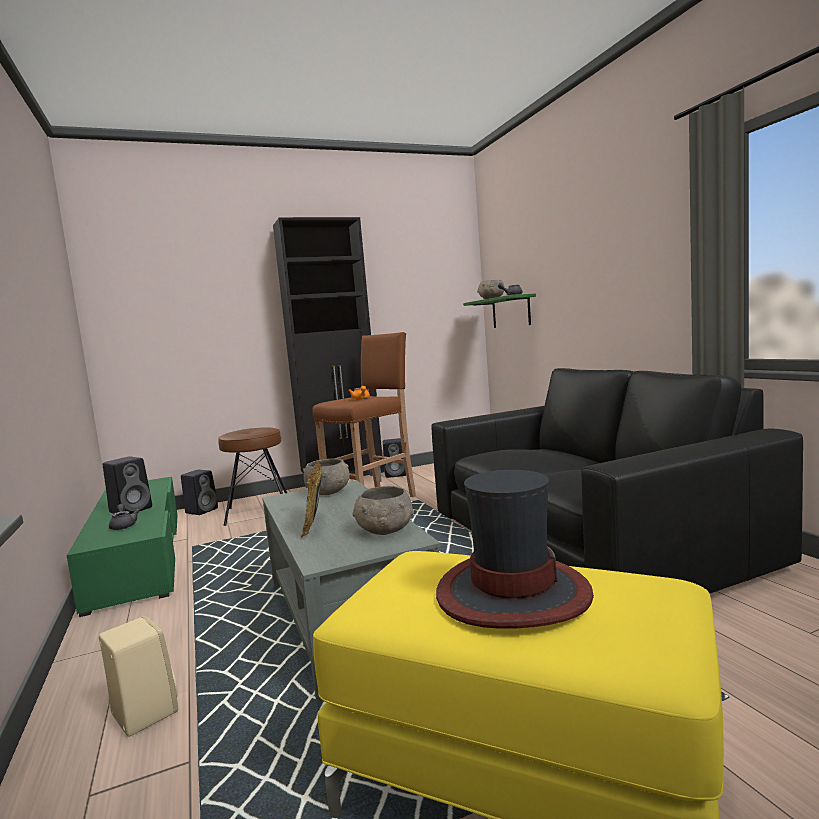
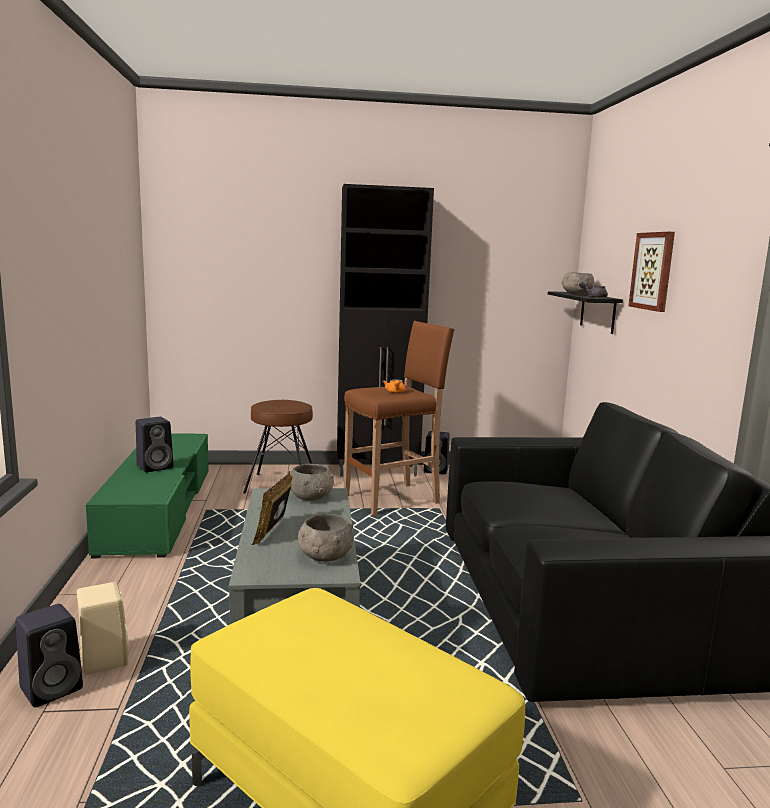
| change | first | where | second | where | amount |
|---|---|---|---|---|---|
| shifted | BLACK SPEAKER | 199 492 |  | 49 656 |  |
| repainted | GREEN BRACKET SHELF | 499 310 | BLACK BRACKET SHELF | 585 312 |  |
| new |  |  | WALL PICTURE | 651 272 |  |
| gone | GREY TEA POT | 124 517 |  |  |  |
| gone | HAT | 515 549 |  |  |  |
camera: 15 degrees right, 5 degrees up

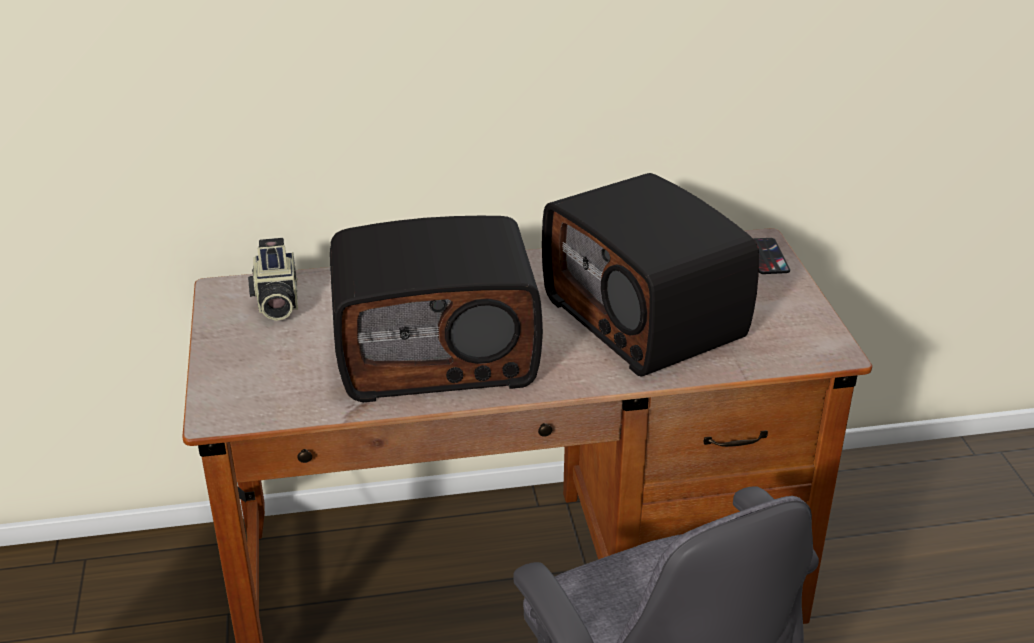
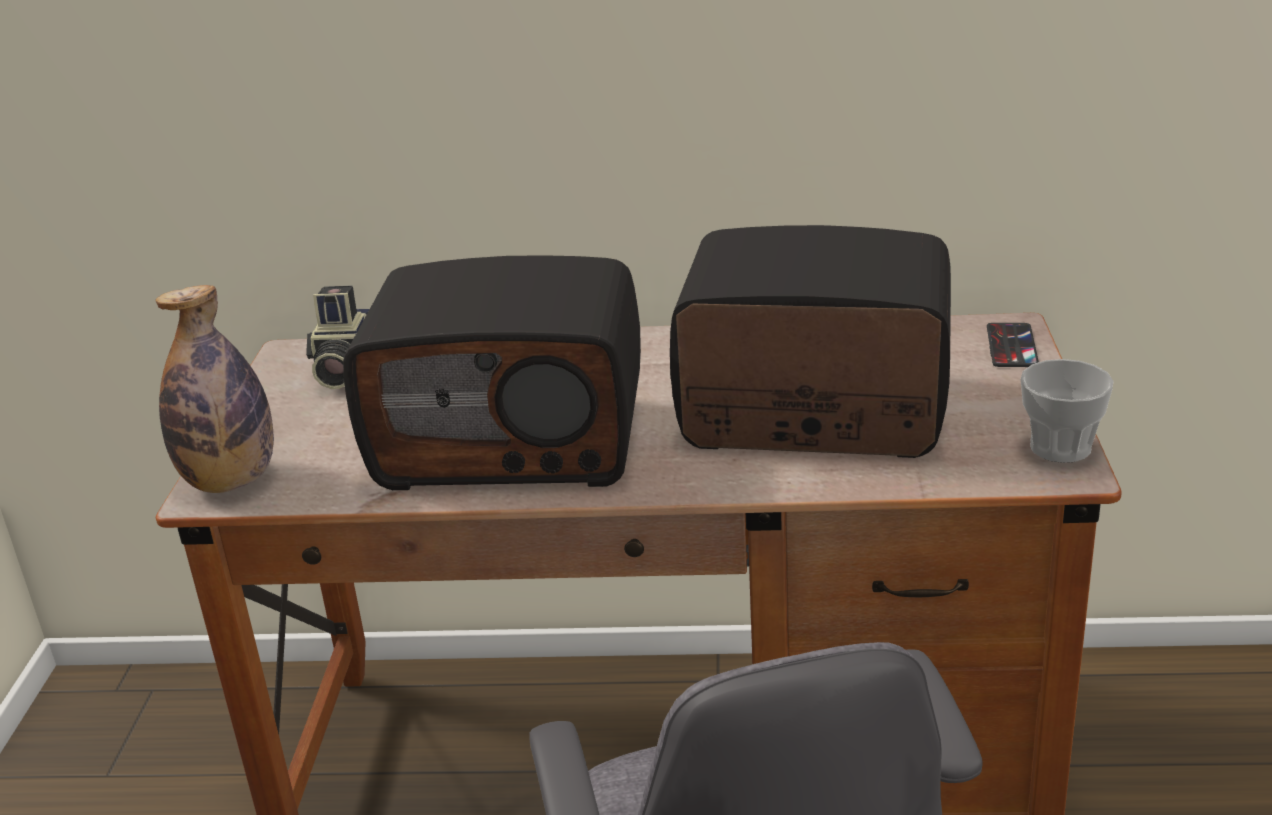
| change | first | where | second | where | amount |
|---|---|---|---|---|---|
| new |  |  | BEVERAGE BOTTLE | 214 389 |  |
| rotated | RADIO | 650 275 |  | 810 341 | 120 degrees clockwise |
| new |  |  | DRINKING CUP | 1067 411 |  |
camera: 15 degrees right, 5 degrees down

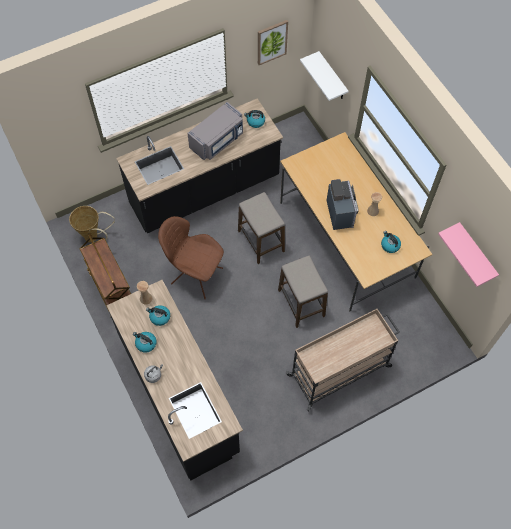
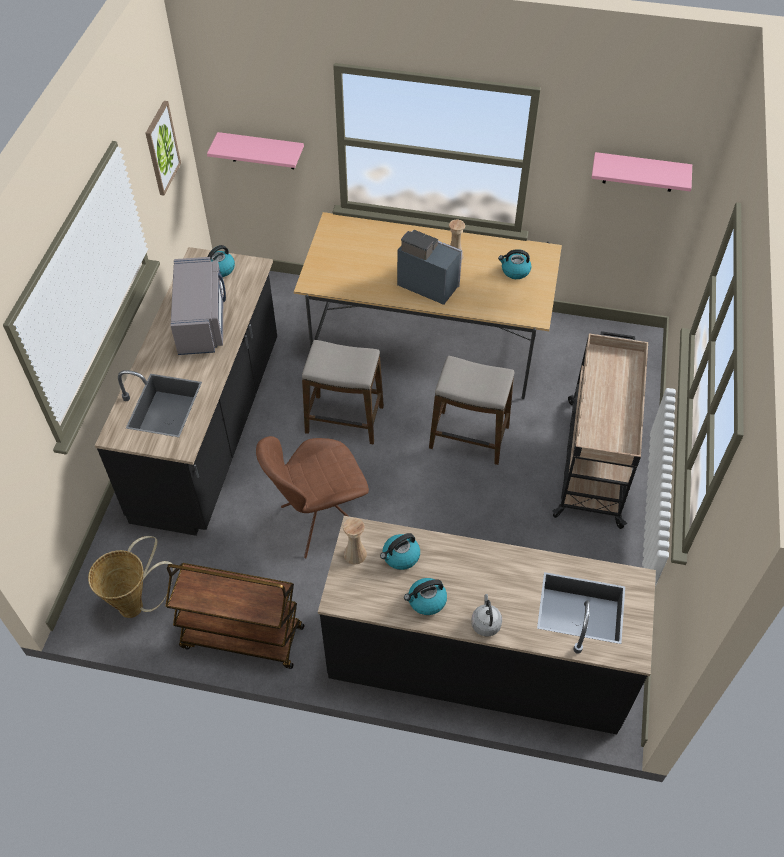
| change | first | where | second | where | amount |
|---|---|---|---|---|---|
| repainted | WHITE BRACKET SHELF | 324 76 | PINK BRACKET SHELF | 255 150 |  |
camera: 50 degrees left, 10 degrees down

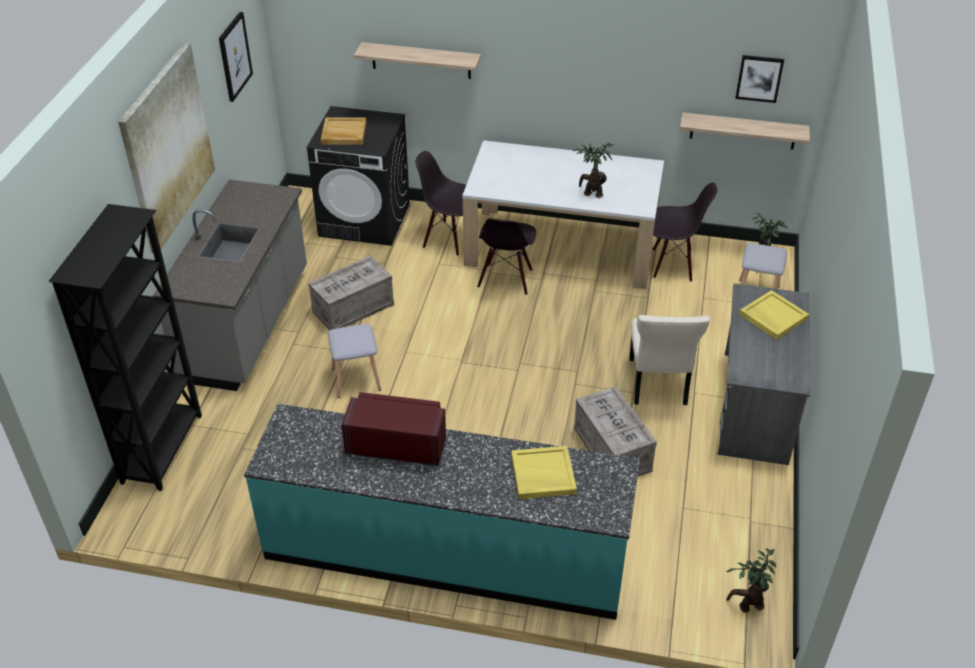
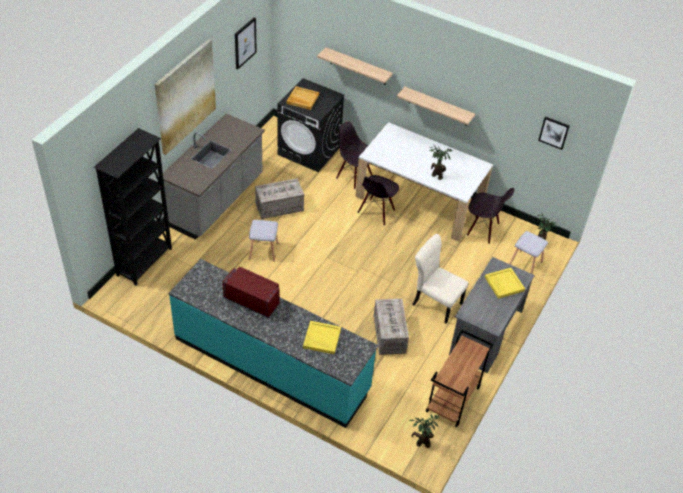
| change | first | where | second | where | amount |
|---|---|---|---|---|---|
| shifted | BRACKET SHELF | 745 131 |  | 436 106 |  |
| rotated | BEIGE-COLOURED UPRIGHT CHAIR | 669 360 |  | 440 279 | 105 degrees clockwise |
| new |  |  | BROWNISH WHEELED CART | 460 378 |  |
camera: 15 degrees right, 5 degrees up

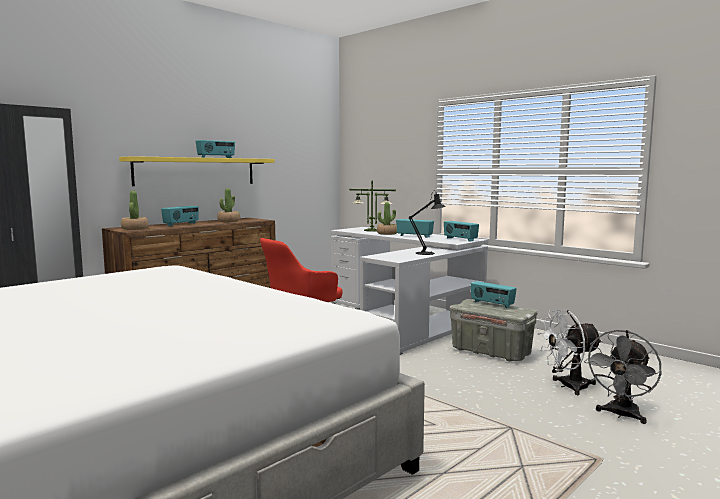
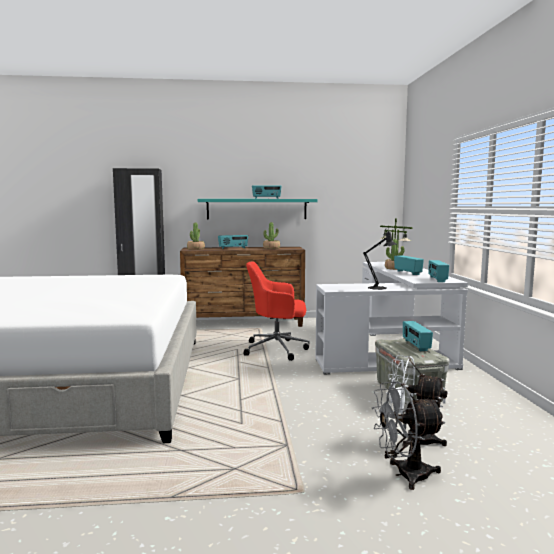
| change | first | where | second | where | amount |
|---|---|---|---|---|---|
| repainted | YELLOWISH BRACKET SHELF | 197 171 | TURQUOISE BRACKET SHELF | 258 209 |  |
camera: 40 degrees right, 0 degrees up

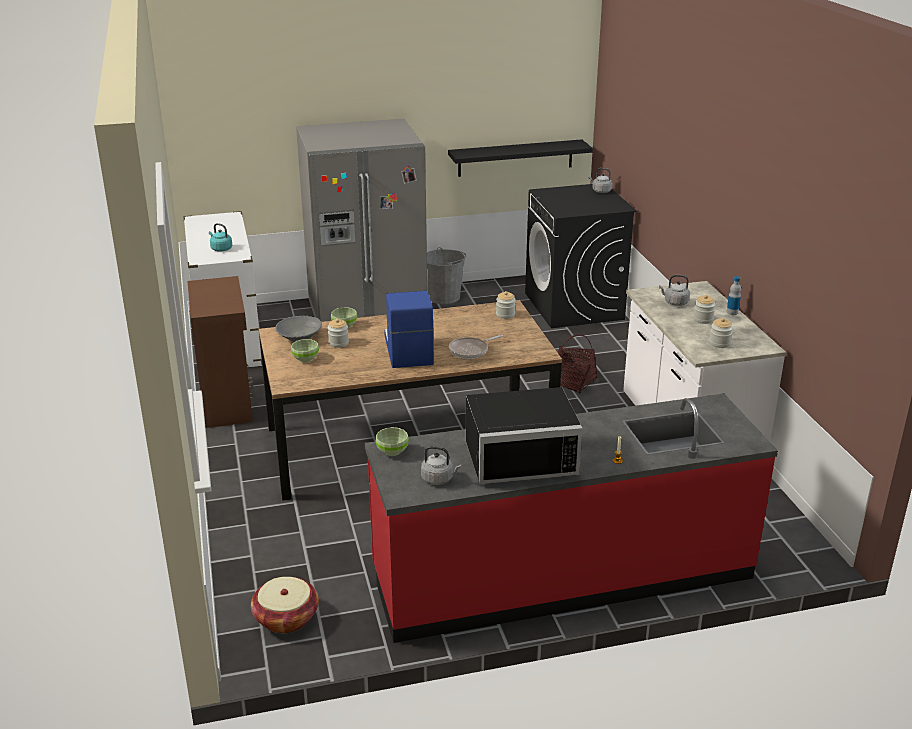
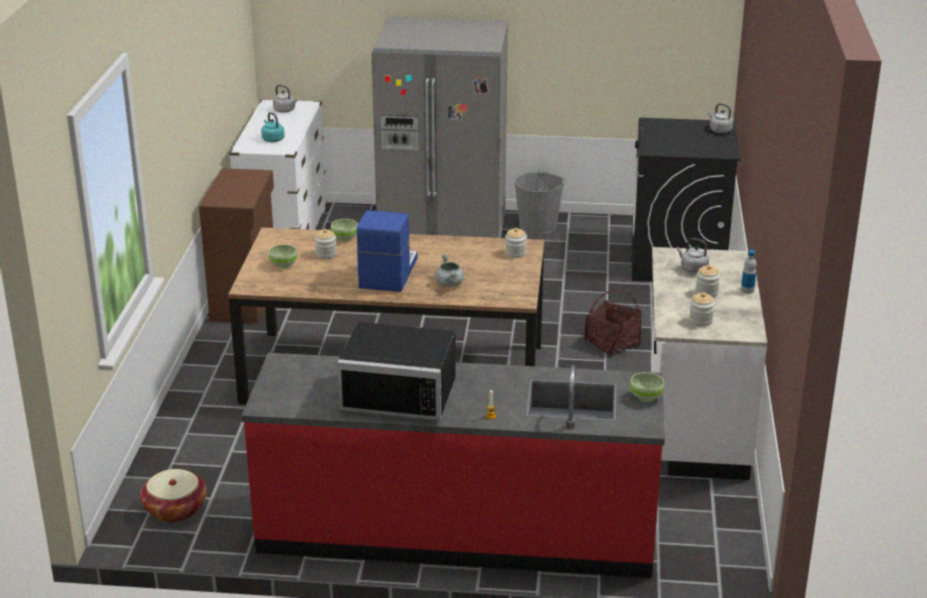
| change | first | where | second | where | amount |
|---|---|---|---|---|---|
| shifted | GREY TEA KETTLE | 441 465 |  | 285 98 |  |
| swapped | PAN | 476 347 | GREY SAUCEPOT | 449 270 |  |
| shifted | GREEN DEEP DISH | 392 441 |  | 647 387 |  |
| gone | GREY DEEP DISH | 298 329 |  |  |  |
| gone | BLACK BRACKET SHELF | 520 158 |  |  |  |
camera: 20 degrees right, 0 degrees up

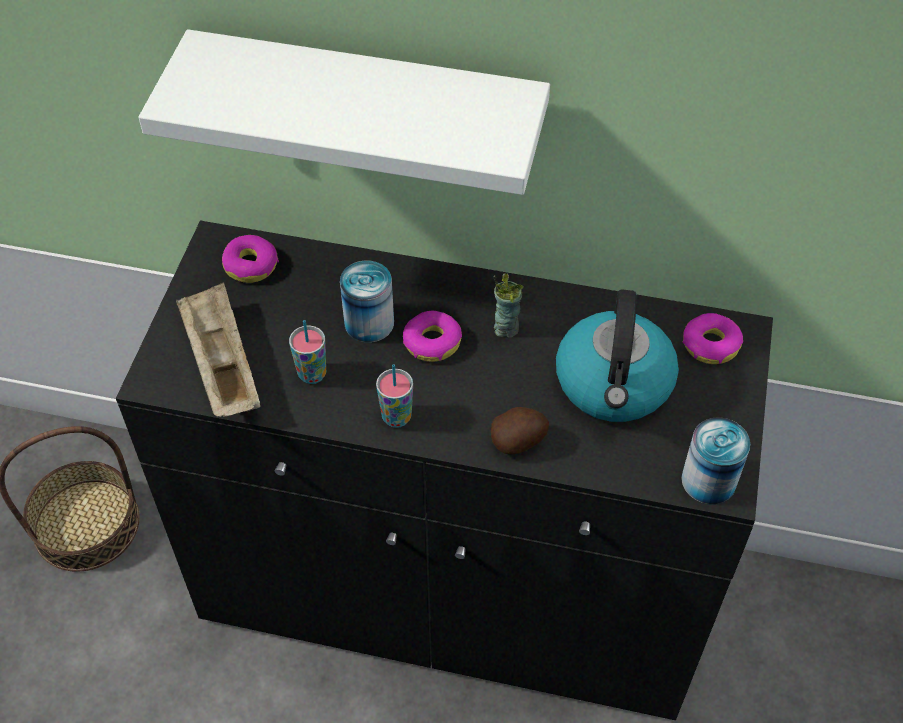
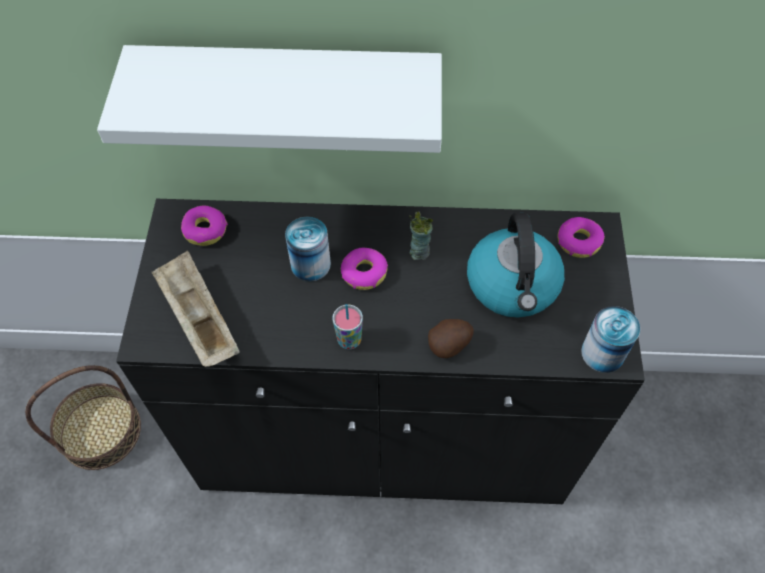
| change | first | where | second | where | amount |
|---|---|---|---|---|---|
| gone | DRINKING CUP | 307 352 |  |  |  |
camera: 10 degrees left, 5 degrees up

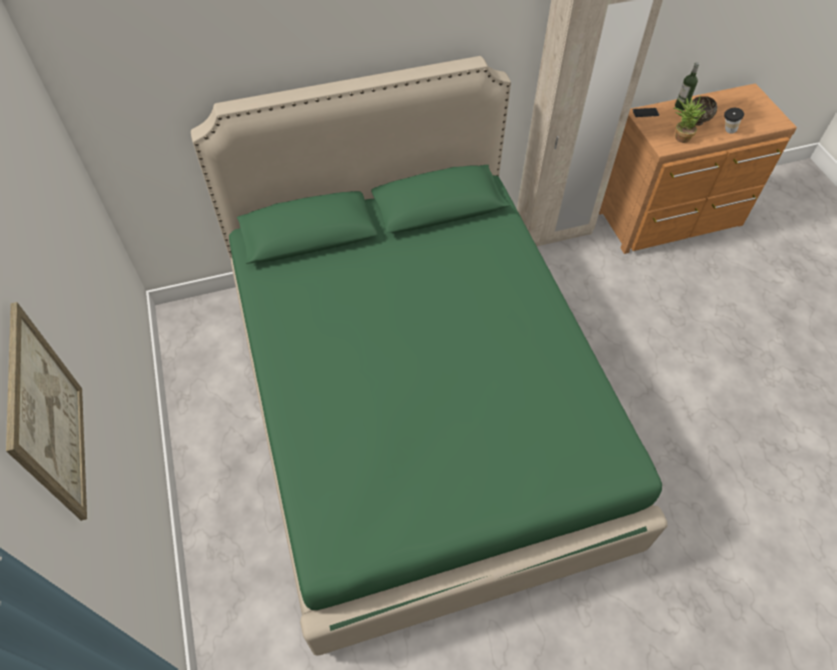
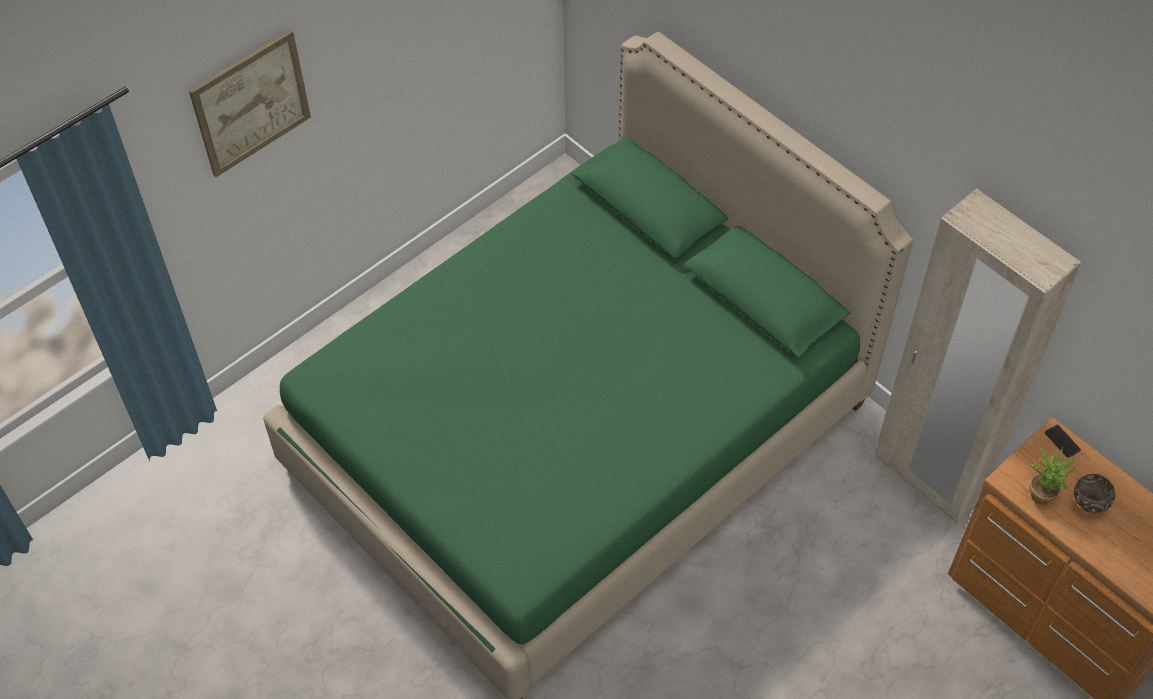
| change | first | where | second | where | amount |
|---|---|---|---|---|---|
| gone | BEVERAGE BOTTLE | 687 86 |  |  |  |
| gone | DRINKING CUP | 734 121 |  |  |  |
camera: 65 degrees right, 0 degrees up

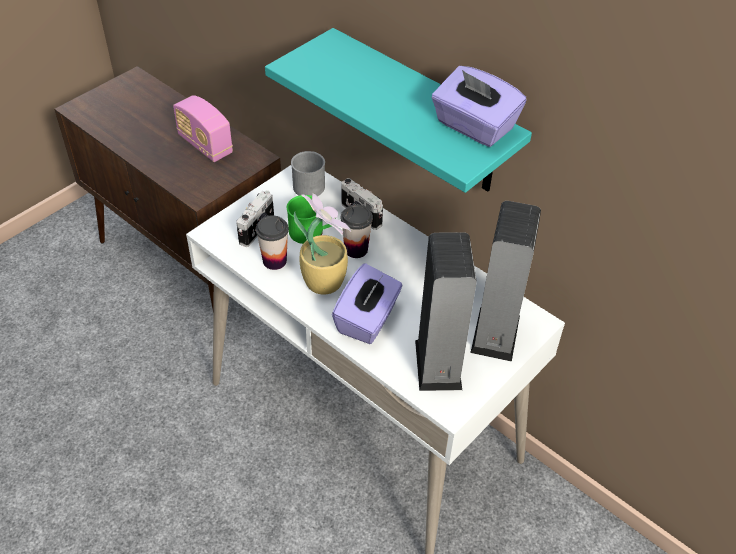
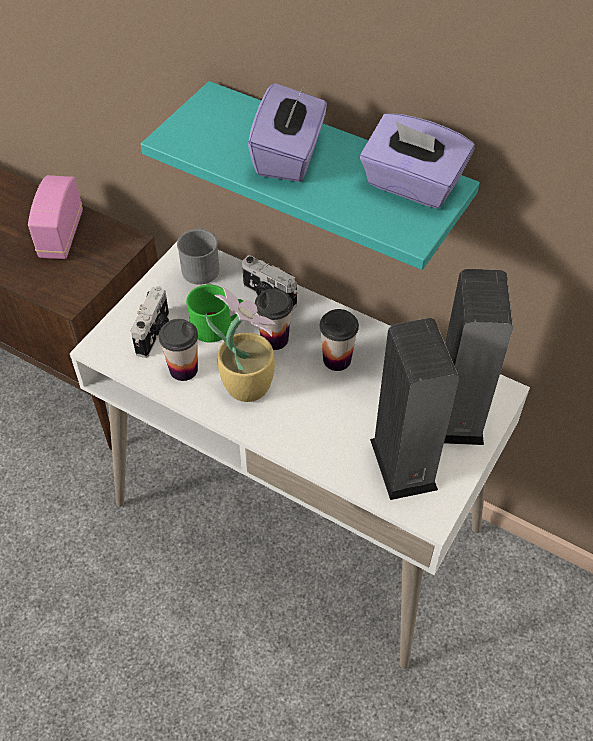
| change | first | where | second | where | amount |
|---|---|---|---|---|---|
| rotated | RADIO | 203 128 |  | 55 217 | 60 degrees clockwise |
| shifted | PURPLE-COLOURED TISSUE BOX | 367 303 |  | 287 132 |  |
| new |  |  | DRINKING CUP | 339 340 |  |
camera: 10 degrees left, 5 degrees up

